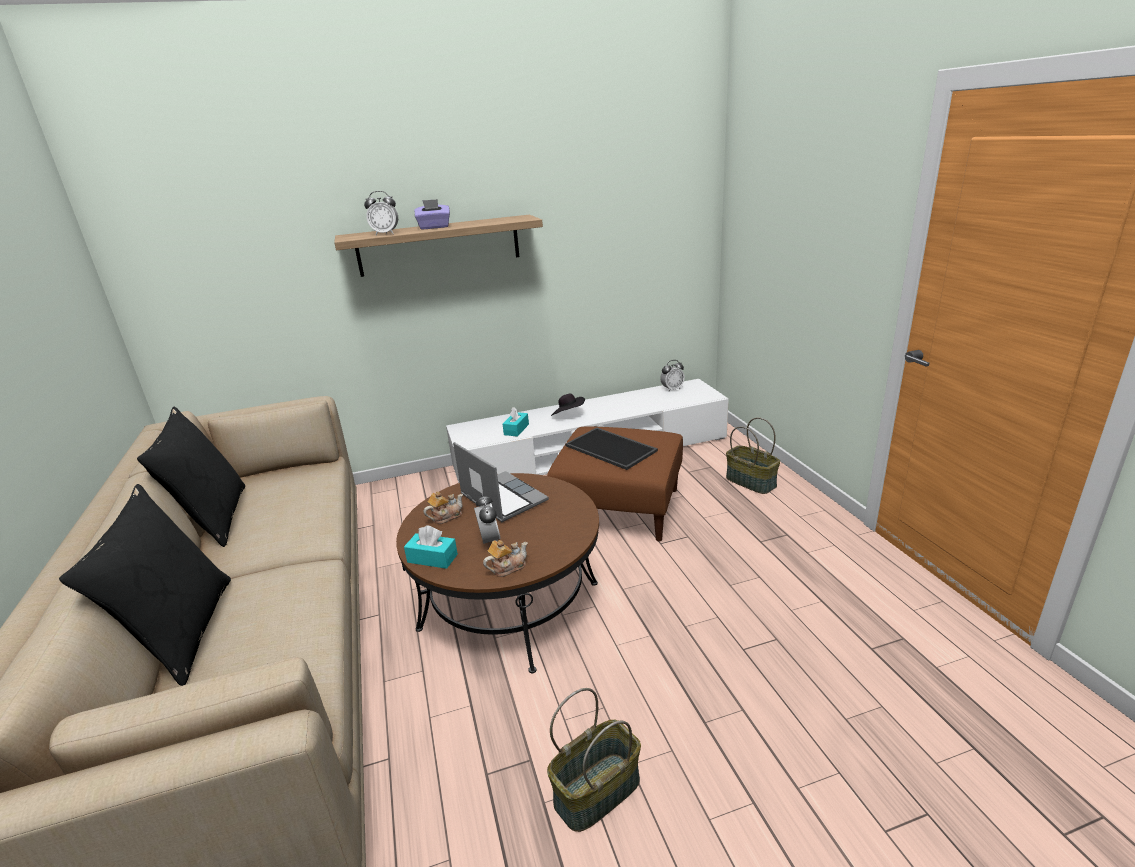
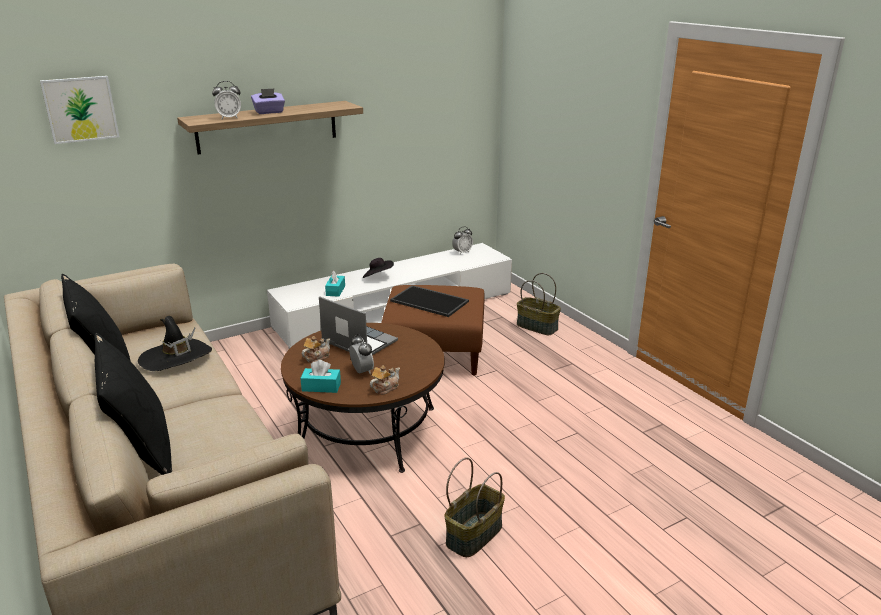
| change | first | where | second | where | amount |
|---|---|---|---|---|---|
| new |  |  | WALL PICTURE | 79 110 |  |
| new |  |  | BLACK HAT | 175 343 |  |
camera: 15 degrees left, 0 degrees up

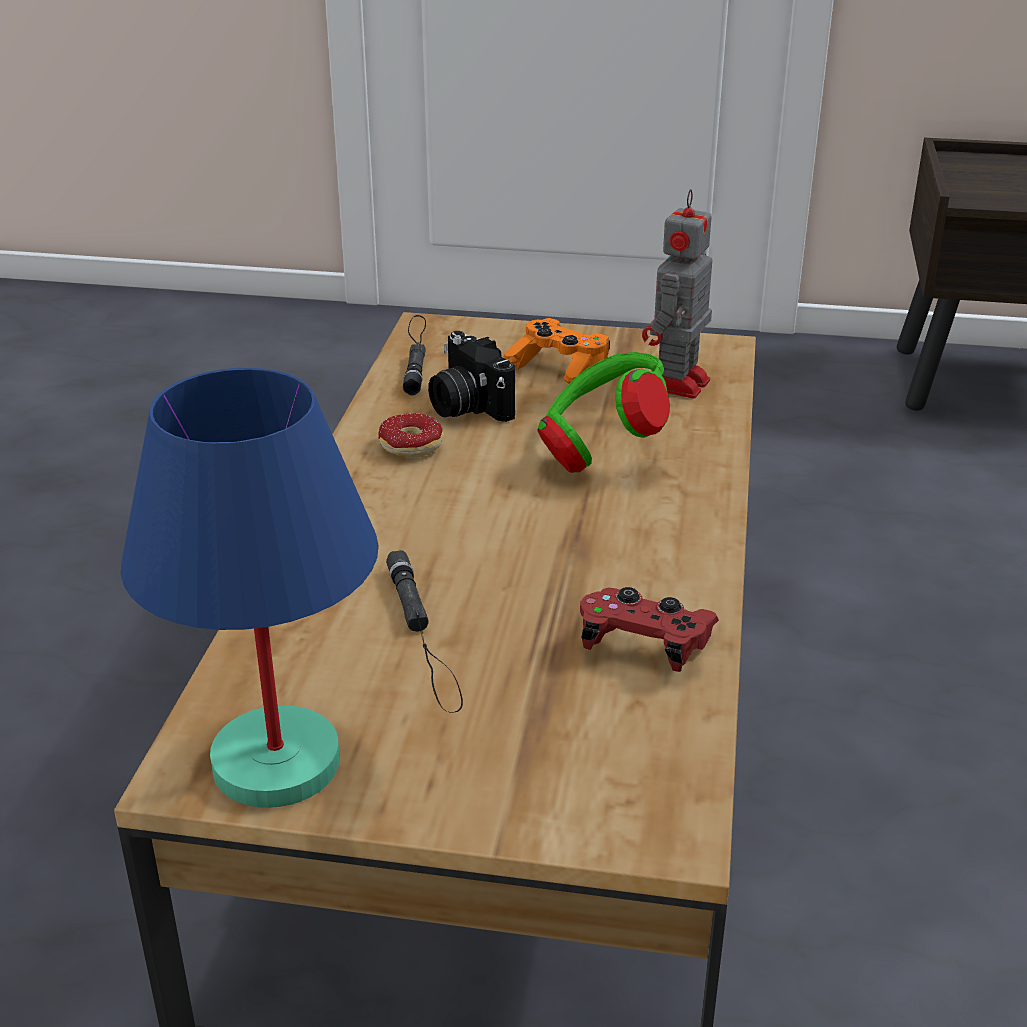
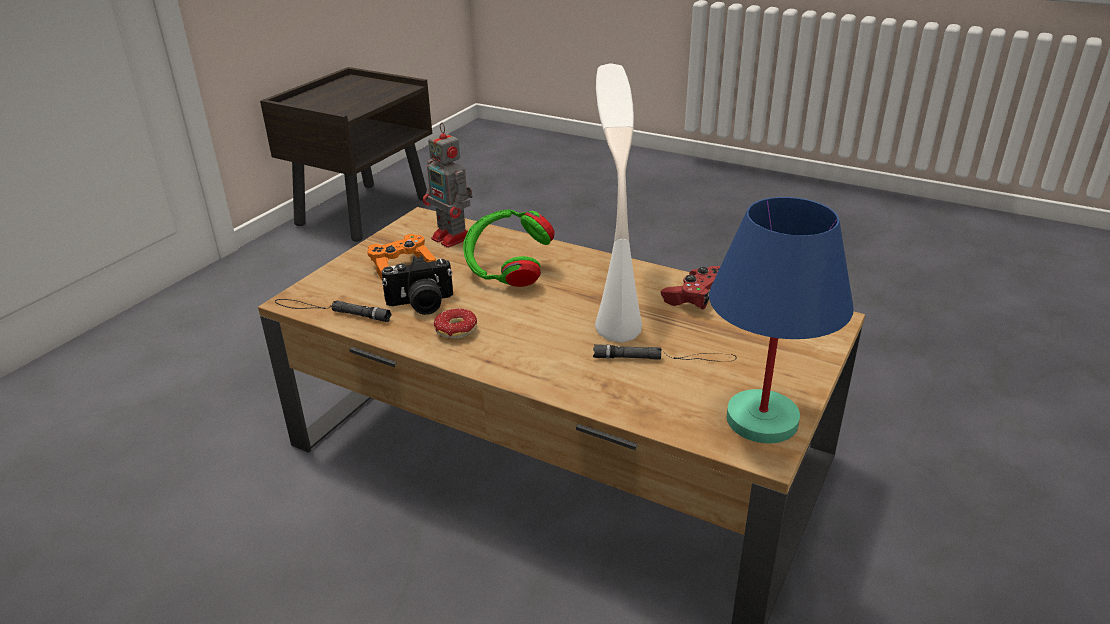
| change | first | where | second | where | amount |
|---|---|---|---|---|---|
| new |  |  | WHITE LAMP FOR A TABLE | 618 203 |  |
camera: 70 degrees left, 0 degrees up

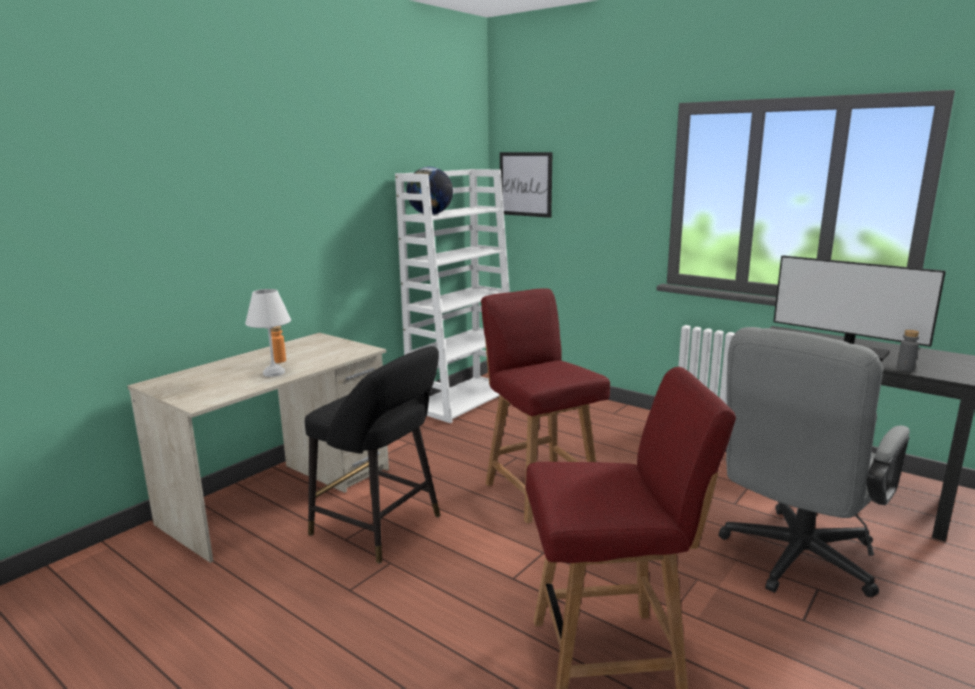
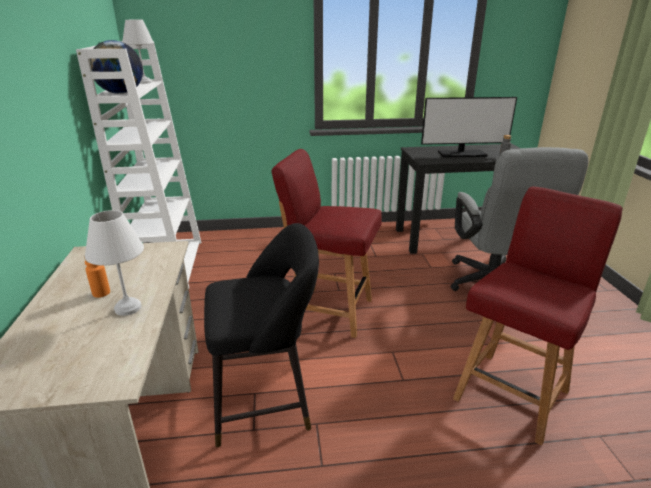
| change | first | where | second | where | amount |
|---|---|---|---|---|---|
| new |  |  | WHITE LAMP FOR A TABLE | 138 52 |  |
| gone | WALL PICTURE | 526 185 |  |  |  |
camera: 45 degrees left, 10 degrees up

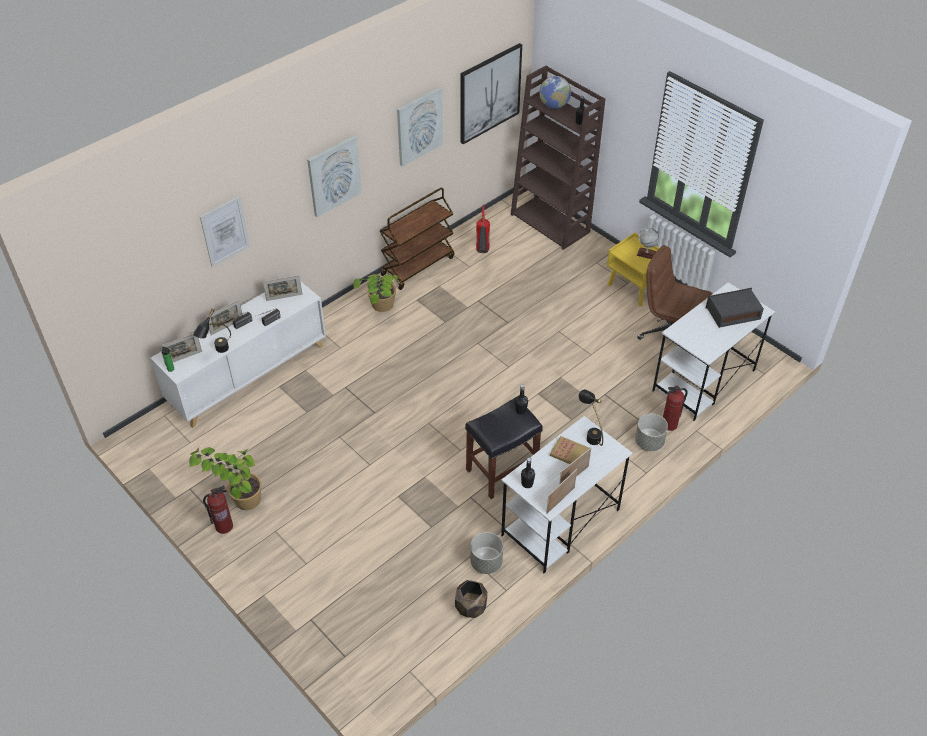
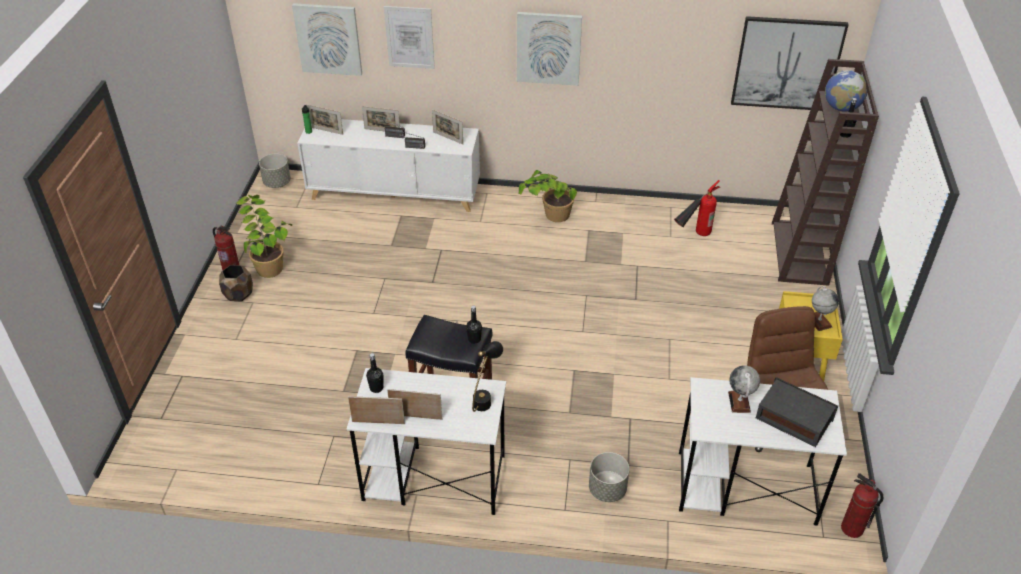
| change | first | where | second | where | amount |
|---|---|---|---|---|---|
| shifted | BROWNISH PLANT POT | 471 599 |  | 236 283 |  |
| shifted | GREY PLANT POT | 486 553 |  | 275 170 |  |
| shifted | WALL PICTURE | 420 127 |  | 327 39 |  |
| new |  |  | DESK GLOBE | 744 389 |  |
| shifted | EXTINGUISHER | 675 408 |  | 862 505 |  |
| gone | BLACK LAMP FOR A TABLE | 212 331 |  |  |  |
| gone | BROWNISH WHEELED CART | 417 239 |  |  |  |
| gone | VOLUME | 570 450 |  |  |  |
camera: 50 degrees right, 5 degrees down

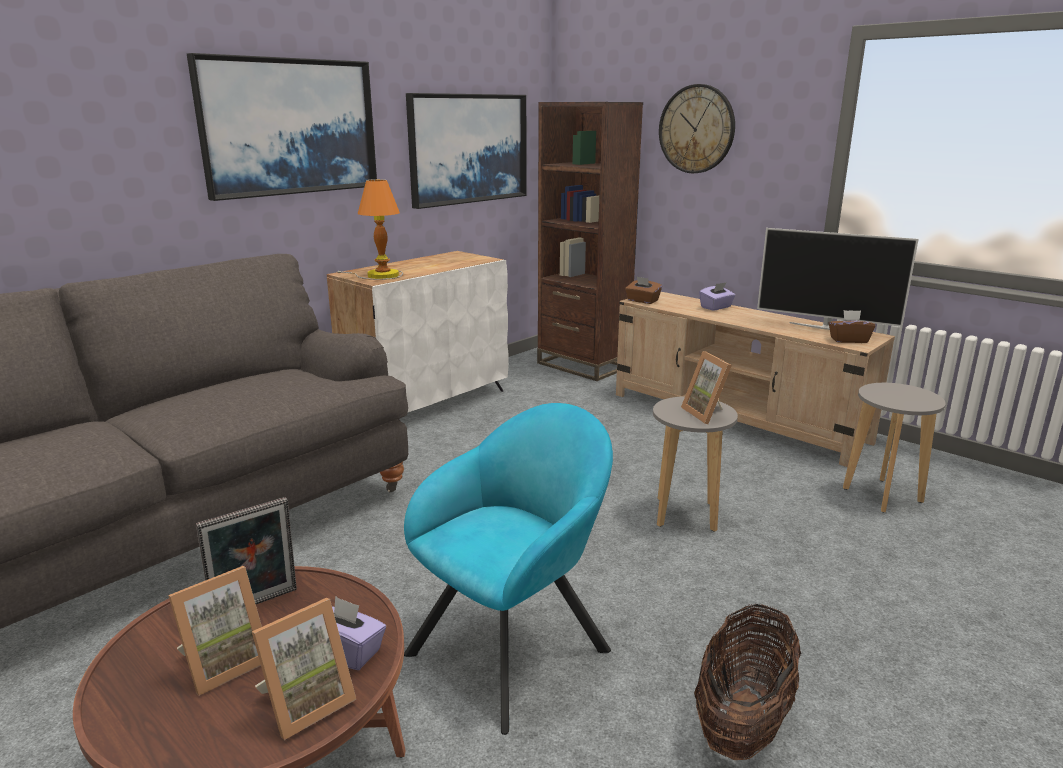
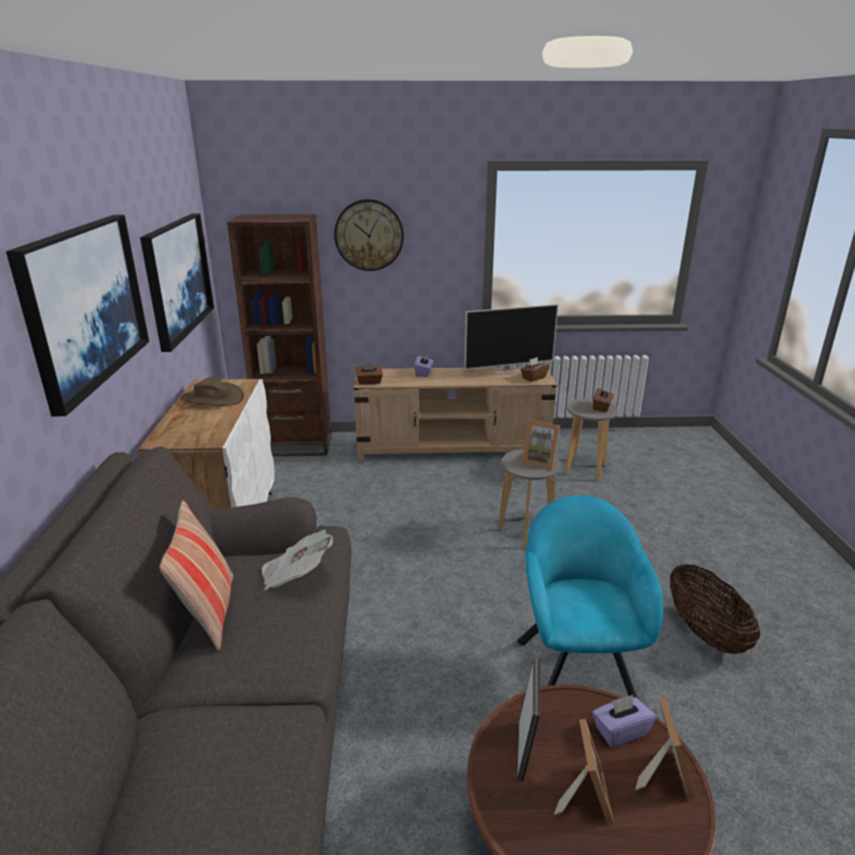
| change | first | where | second | where | amount |
|---|---|---|---|---|---|
| new |  |  | CUSHION | 196 575 |  |
| new |  |  | BROWNISH HAT | 212 391 |  |
| new |  |  | PRINTED PAPER | 297 560 |  |
| new |  |  | BROWNISH TISSUE BOX | 603 400 |  |
| gone | LAMP FOR A TABLE | 370 229 |  |  |  |
camera: 45 degrees left, 5 degrees up

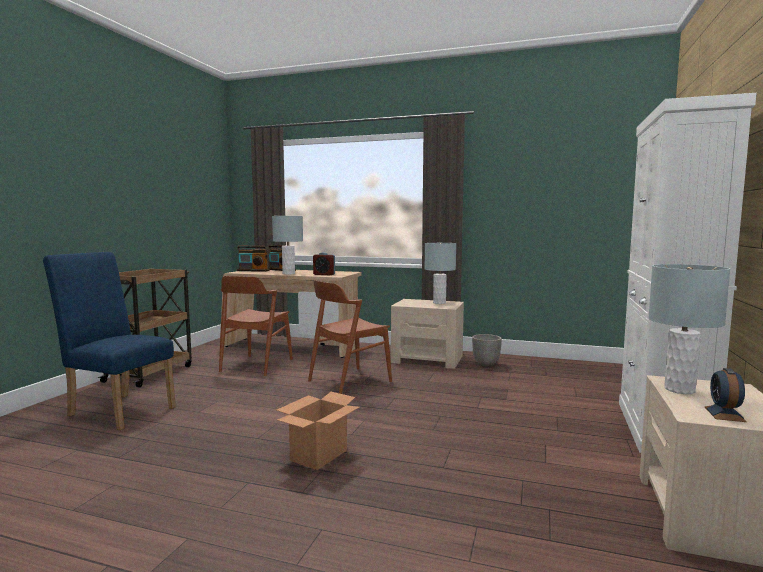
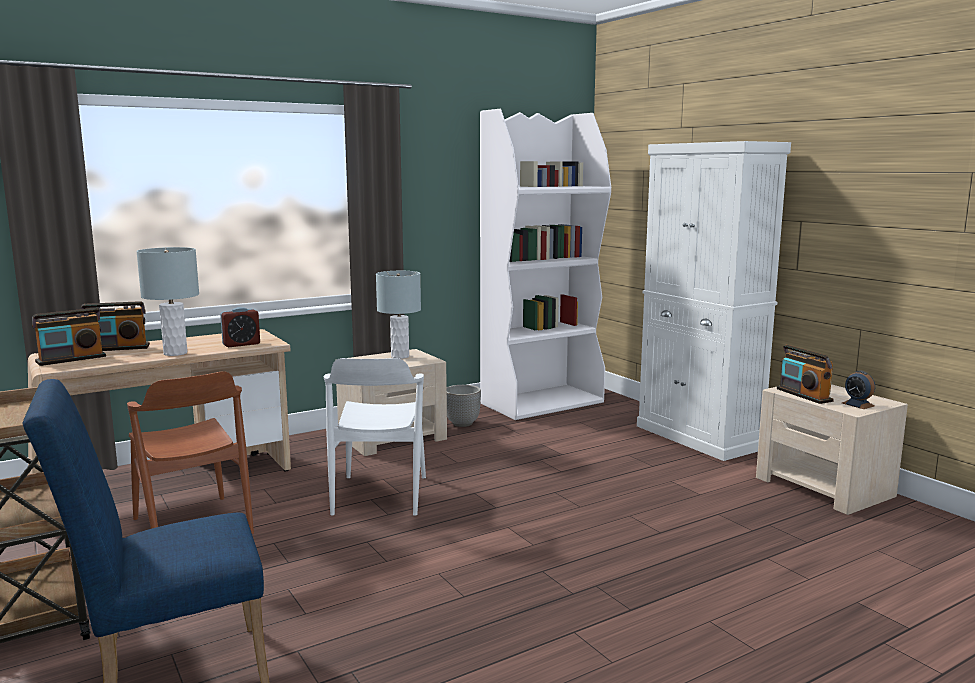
| change | first | where | second | where | amount |
|---|---|---|---|---|---|
| repainted | BROWNISH UPRIGHT CHAIR | 350 337 | WHITE UPRIGHT CHAIR | 375 437 |  |
| new |  |  | WHITE SHELVING UNIT | 545 264 |  |
| swapped | GREY LAMP FOR A TABLE | 689 329 | RADIO | 805 374 |  |
| gone | CARDBOARD BOX | 318 431 |  |  |  |
camera: 50 degrees left, 5 degrees up

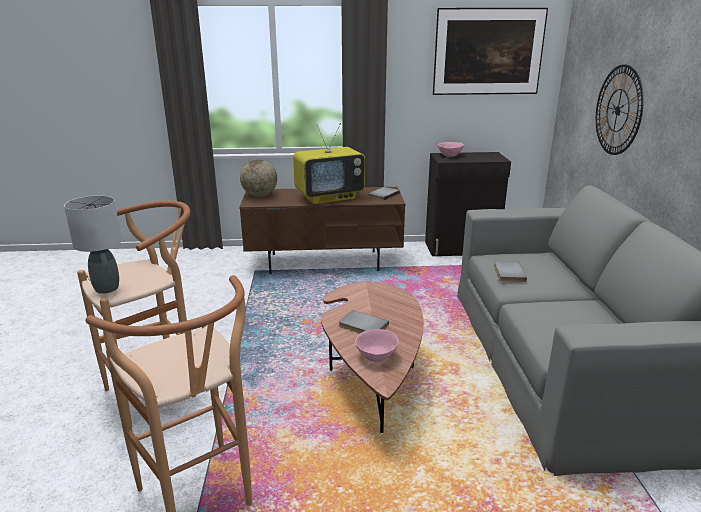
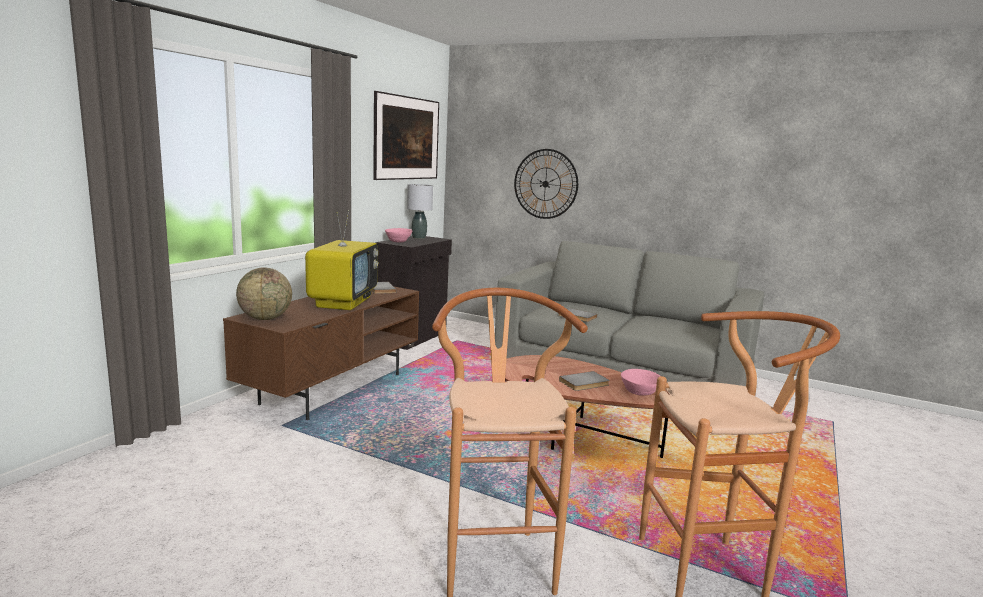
| change | first | where | second | where | amount |
|---|---|---|---|---|---|
| shifted | GREY LAMP FOR A TABLE | 93 244 |  | 420 211 |  |
camera: 60 degrees left, 10 degrees down

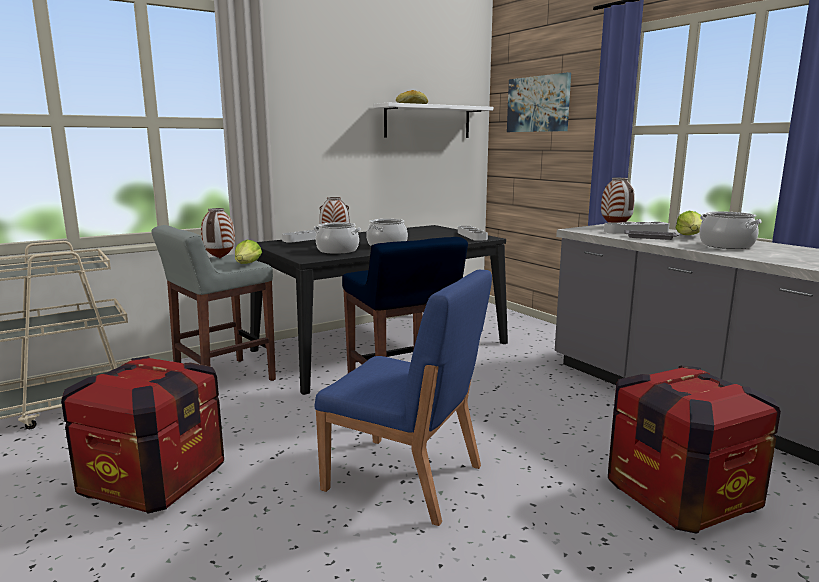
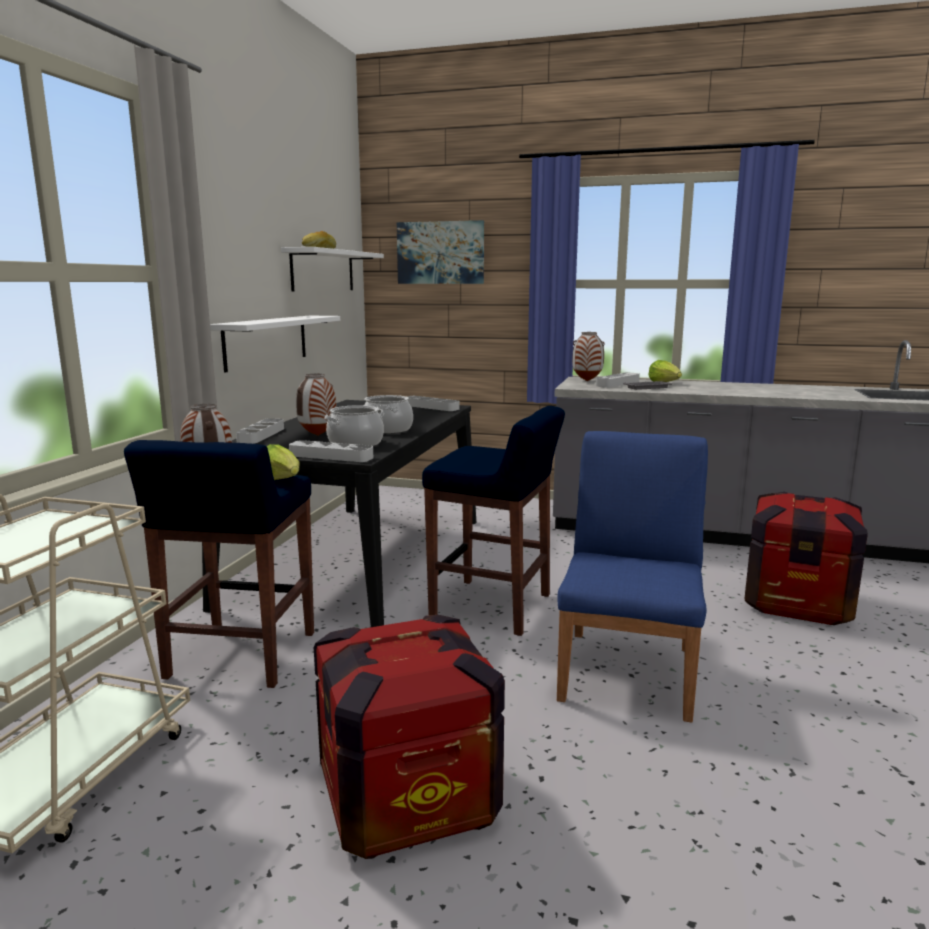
| change | first | where | second | where | amount |
|---|---|---|---|---|---|
| repainted | GREY STOOL | 213 303 | BLUE STOOL | 219 564 |  |
| new |  |  | WHITE BRACKET SHELF | 275 344 |  |
| new |  |  | GREY CARRYING TRAY | 331 451 |  |
| rotated | BLUE UPRIGHT CHAIR | 403 398 |  | 632 577 | 60 degrees counterclockwise |
| gone | SAUCEPOT | 730 230 |  |  |  |
camera: 40 degrees left, 0 degrees up

